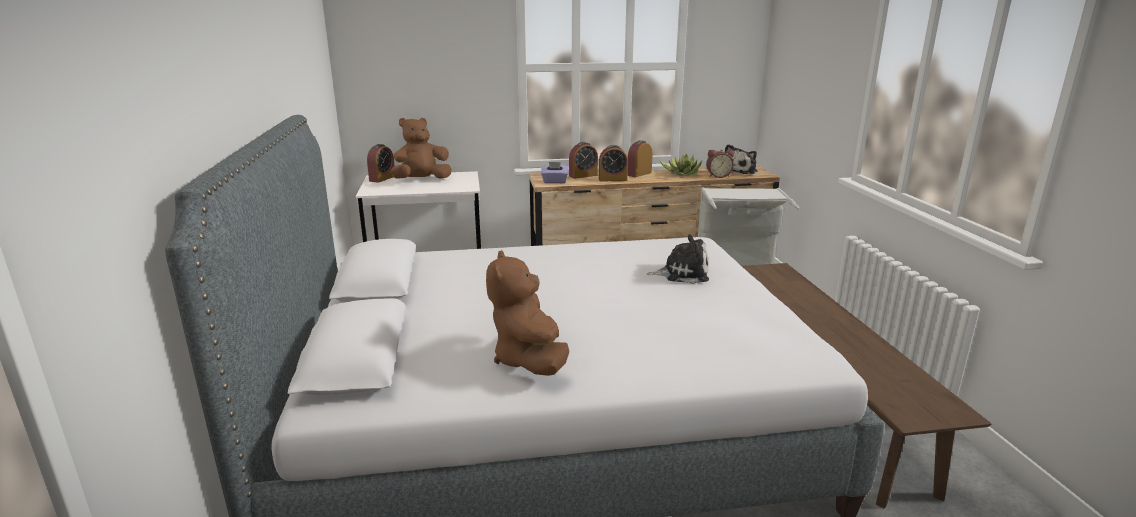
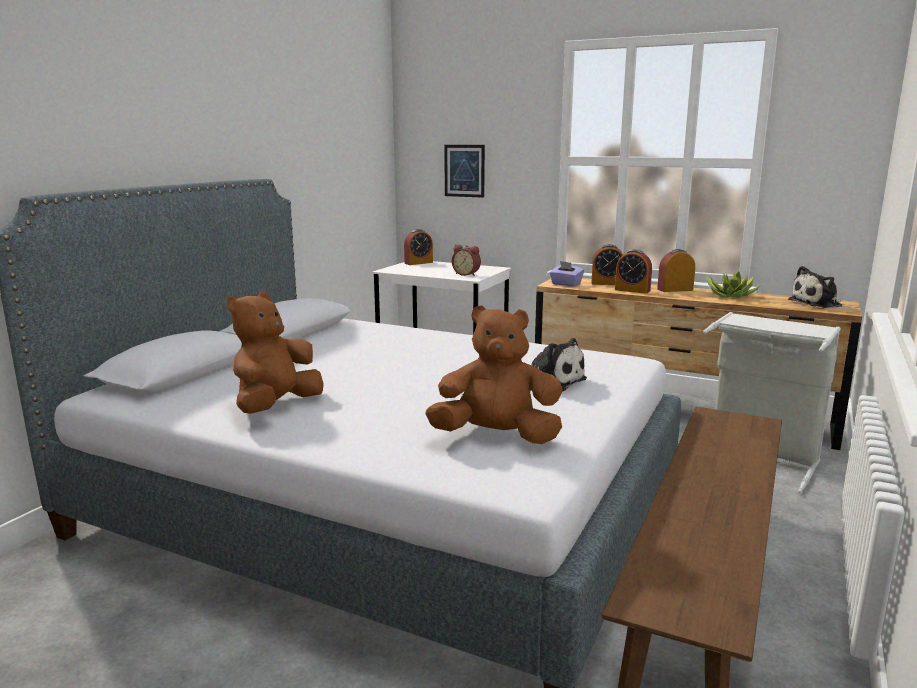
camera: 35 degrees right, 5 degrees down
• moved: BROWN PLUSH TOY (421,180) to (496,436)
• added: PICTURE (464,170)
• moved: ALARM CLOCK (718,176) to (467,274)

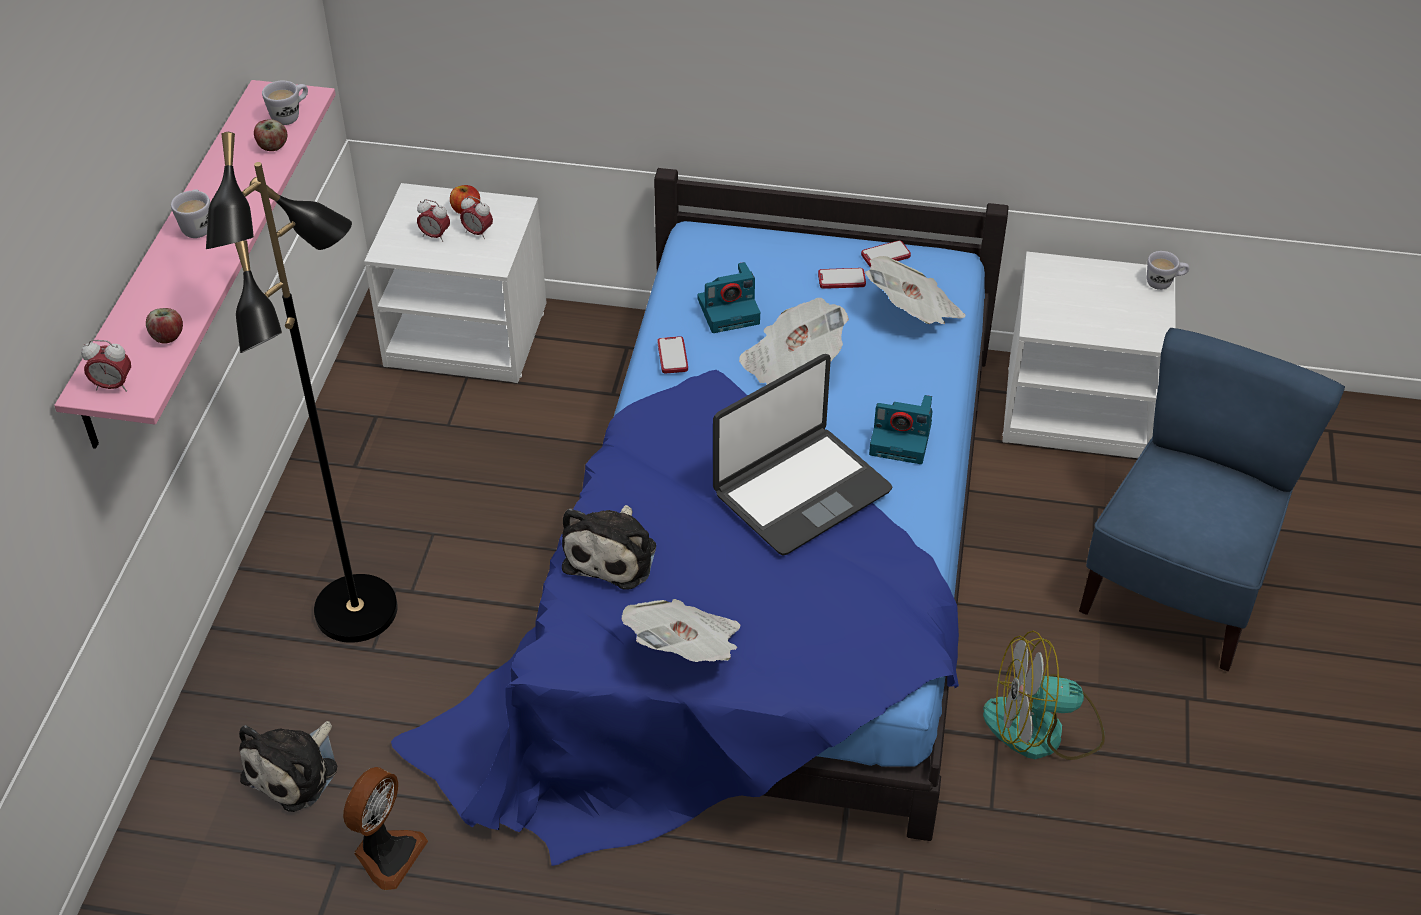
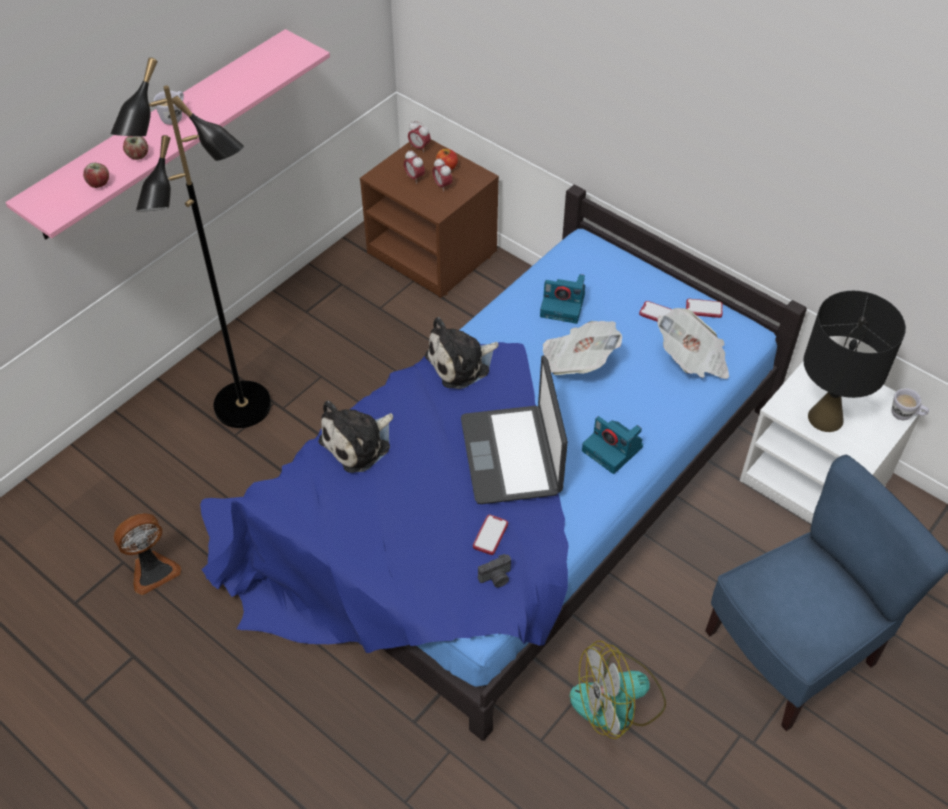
camera: 30 degrees right, 5 degrees up
• moved: APPLE (272,147) to (138,156)
• recoloured: WHITE NIGHTSTAND (468,335) to BROWN NIGHTSTAND (433,252)
• moved: ALARM CLOCK (113,386) to (419,147)
• moved: PLUSH TOY (295,770) to (461,363)
• turned: LAPTOP (800,491) = (512,455) 90 degrees clockwise
• moved: PHONE (672,356) to (490,535)
• added: PHOTO CAMERA (496,578)
• turned: FAN (1042,728) = (618,702) 45 degrees counterclockwise
• added: BLACK TABLE LAMP (825,417)
• removed: WHITE MUG (290,116)
• removed: NEWSPAPER (686,649)

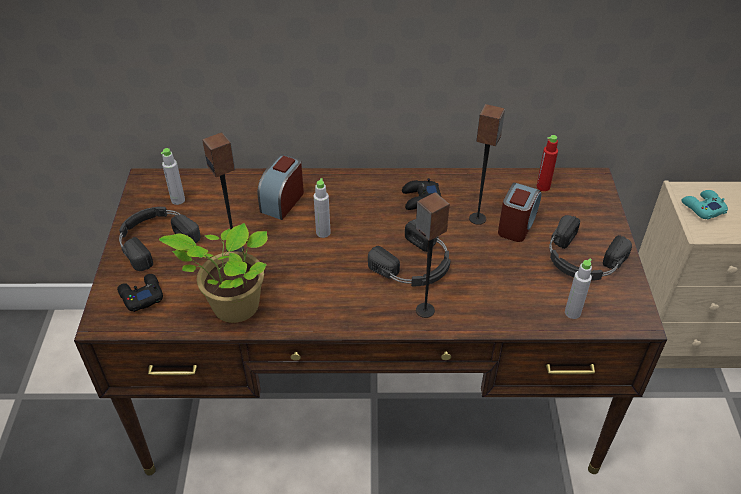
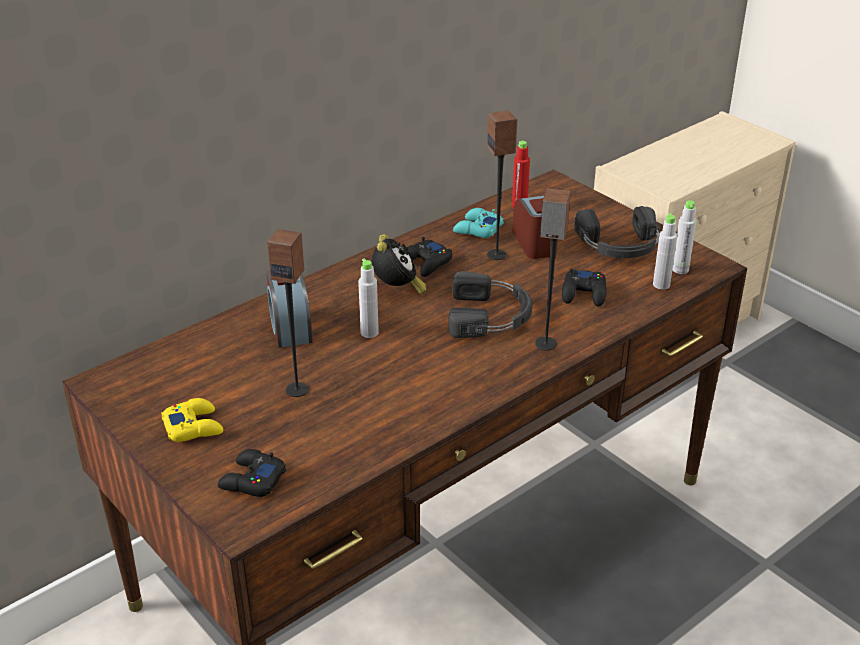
camera: 40 degrees left, 10 degrees down
• replaced: BLACK HEADPHONES (155,239) to YELLOW GAME CONTROLLER (193,426)
• added: ALARM CLOCK (397,289)
• moved: TURQUOISE GAME CONTROLLER (702,208) to (477,229)
• added: BLACK GAME CONTROLLER (584,293)
• moved: GREY BOTTLE (178,200) to (680,269)
• removed: POTTED PLANT (232,307)

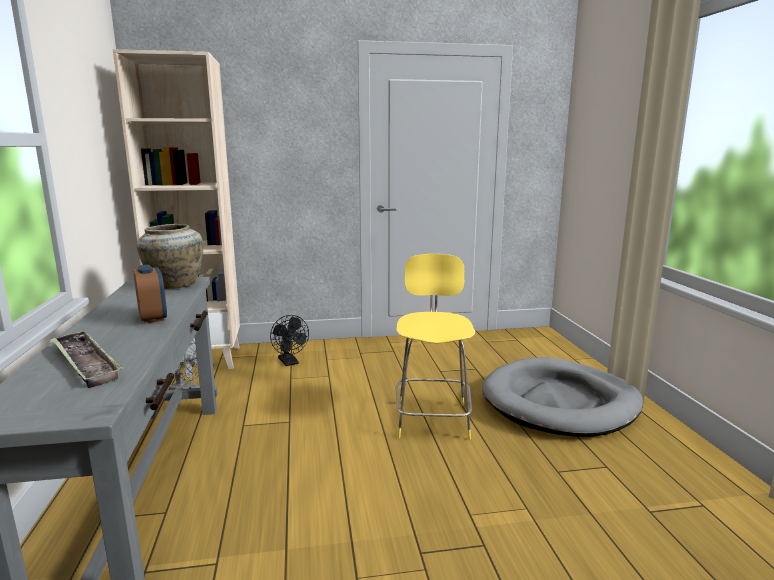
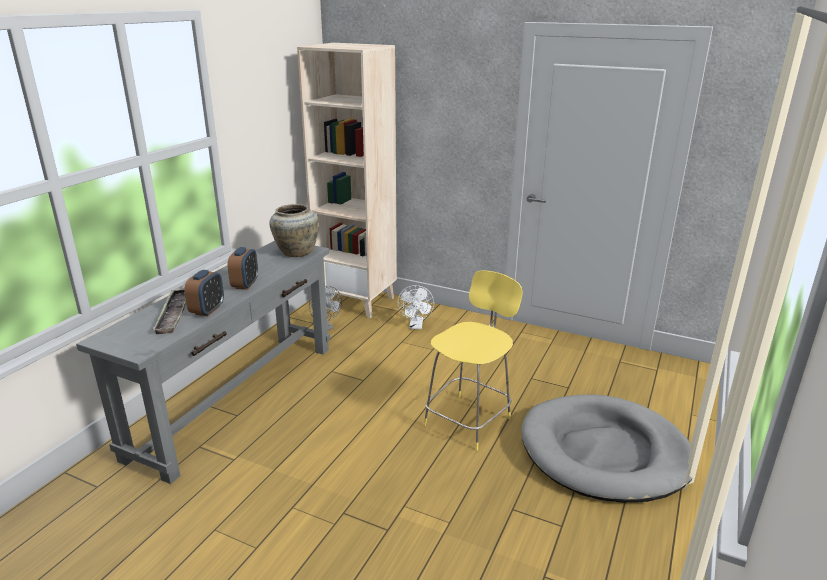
camera: 35 degrees right, 10 degrees up
• added: ALARM CLOCK (207,310)
• recoloured: BLACK FAN (290,362) to WHITE FAN (416,326)

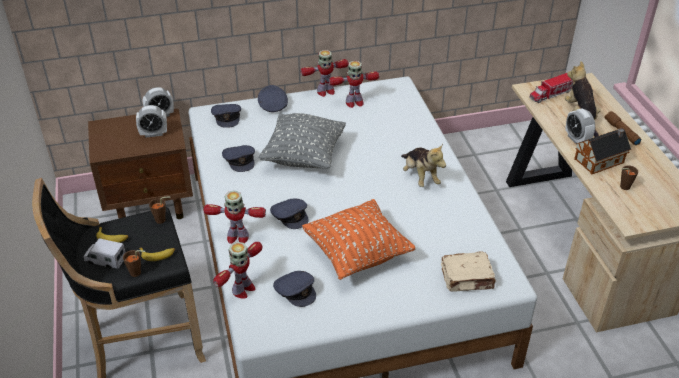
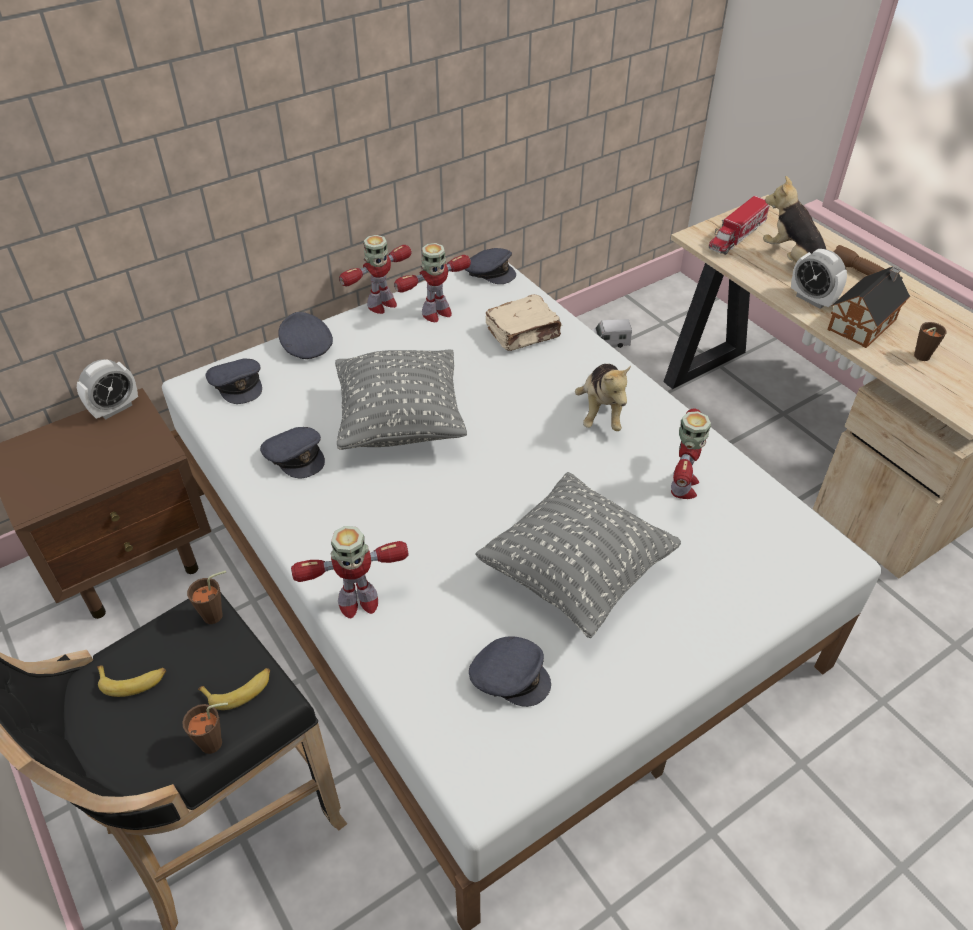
camera: 20 degrees left, 5 degrees up
• moved: GREY CAP (290,216) to (489,271)
• recoloured: ORANGE PILLOW (357,254) to GREY PILLOW (575,574)
• moved: BEIGE BOOK (467,279) to (524,333)
• turned: PLUSH TOY (420,176) = (601,411) 45 degrees clockwise
• moved: TOY TRUCK (105,260) to (609,342)
• moved: TOY ROBOT (243,290) to (682,486)
• removed: ALARM CLOCK (154,134)

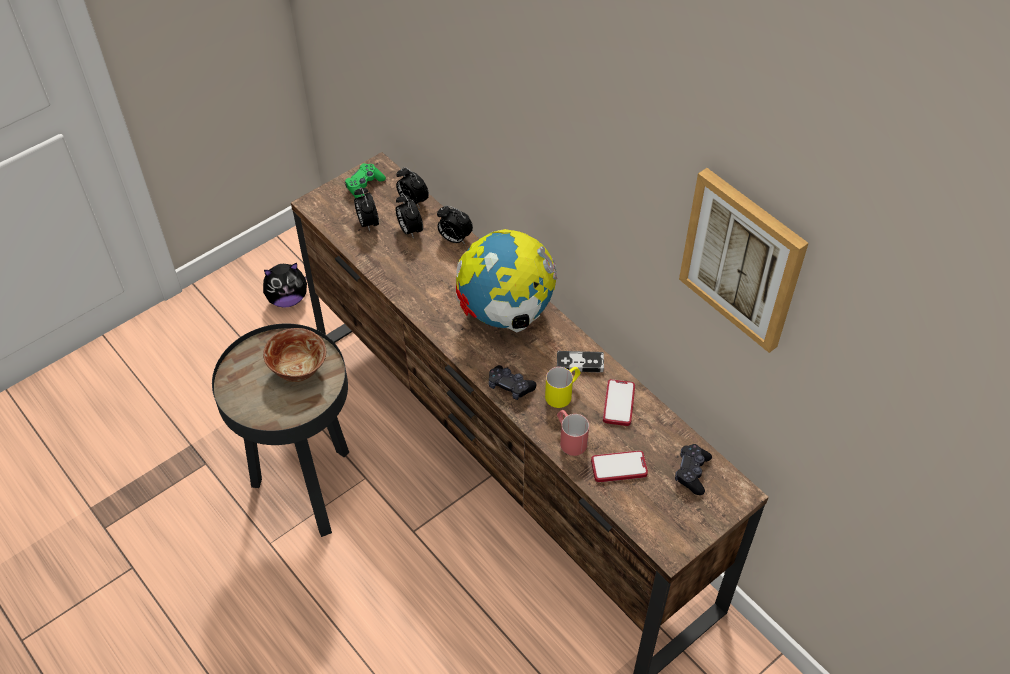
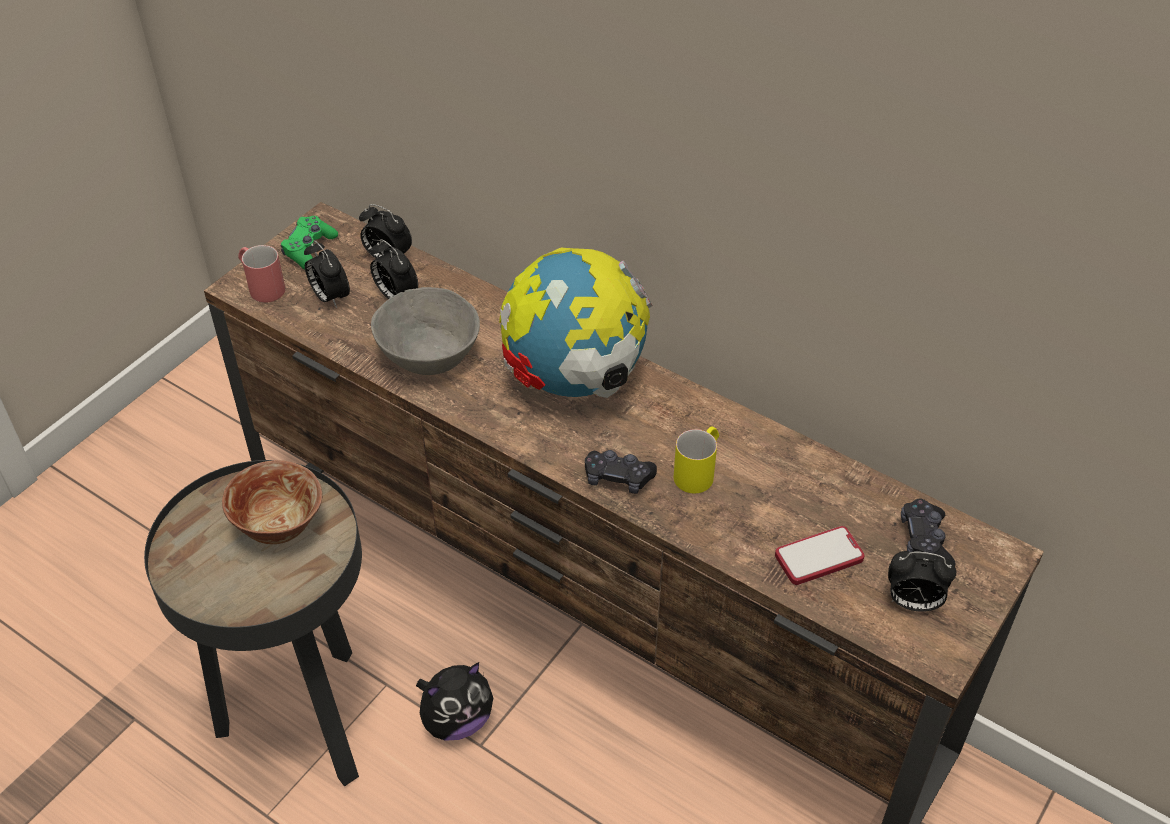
camera: 15 degrees left, 5 degrees down
• moved: RED MUG (569,439) to (262,286)
• added: GREY BOWL (430,356)
• moved: PLUSH TOY (287,299) to (456,720)
• moved: ALARM CLOCK (454,239) to (912,602)
• removed: GAME CONTROLLER (580,363)
• removed: PHONE (618,403)
• removed: PICTURE (743,259)

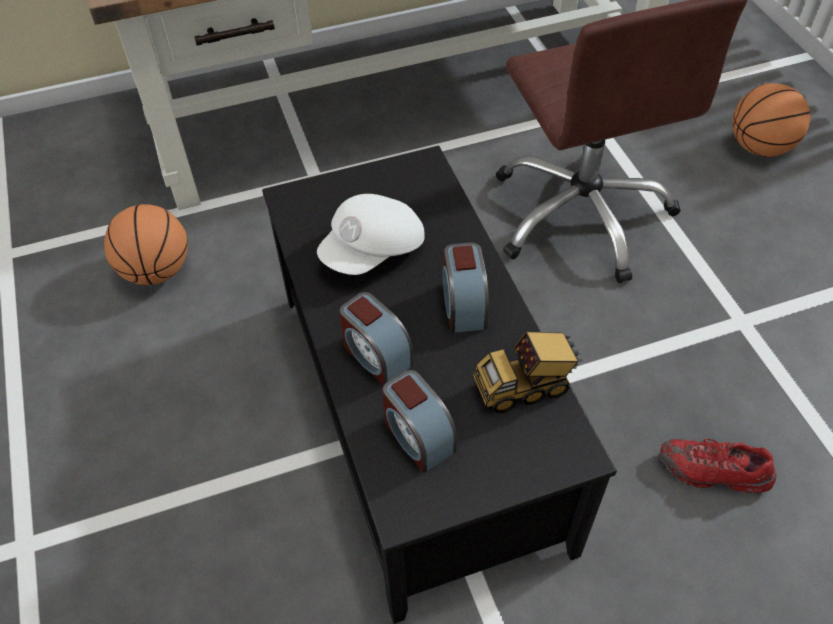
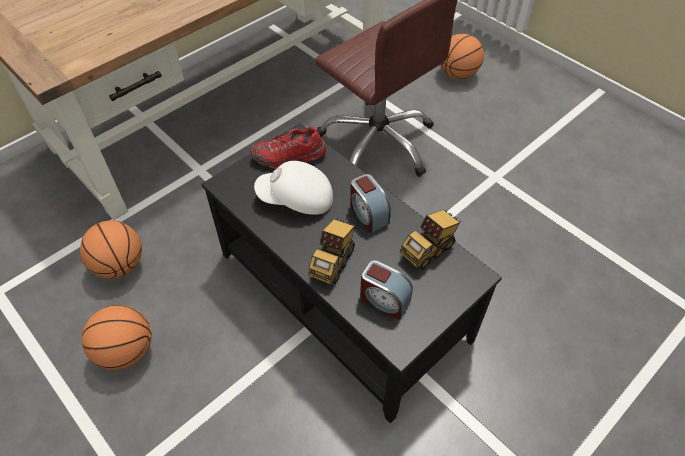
camera: 25 degrees left, 0 degrees up
• added: BASKETBALL (126,351)
• moved: RED SHOE (713,472) to (289,157)
• turned: WHITE CAP (374,251) = (296,200) 75 degrees clockwise
• replaced: ALARM CLOCK (376,355) to TOY TRUCK (333,261)

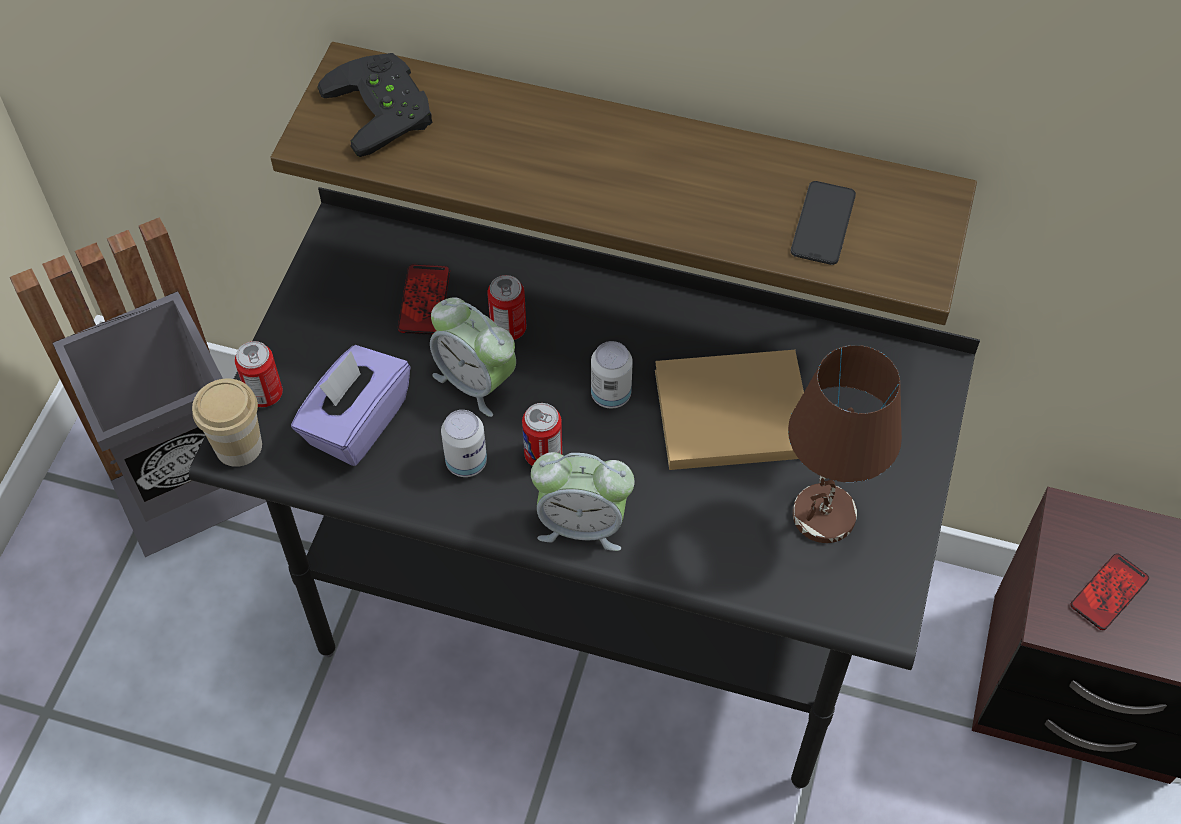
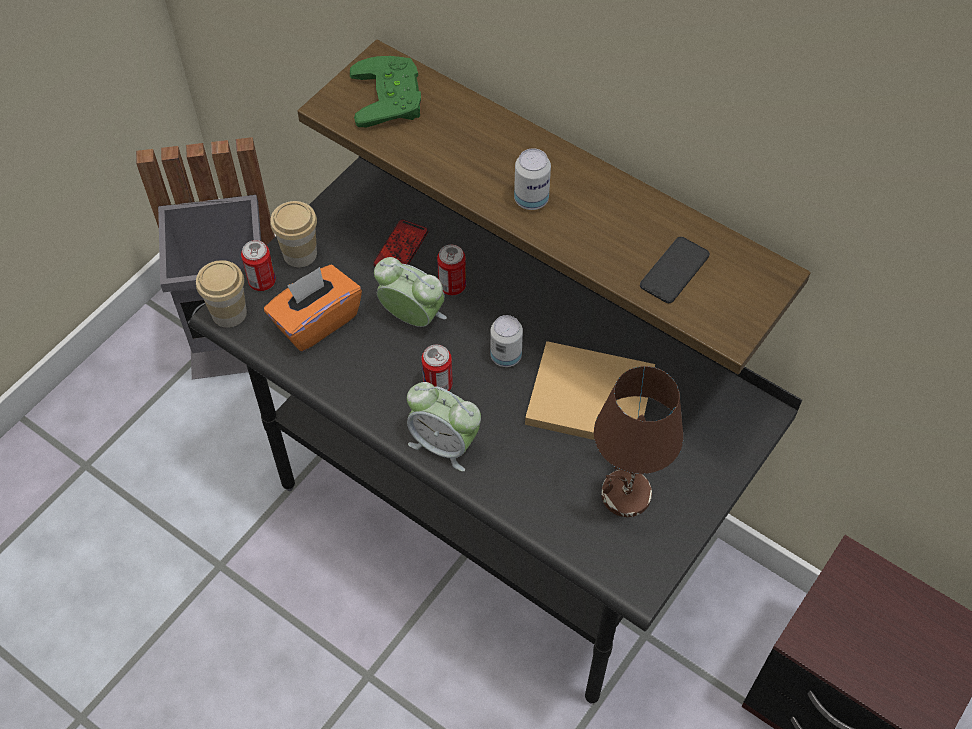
camera: 20 degrees right, 0 degrees up
• recoloured: PURPLE TISSUE BOX (356,423) to ORANGE TISSUE BOX (316,321)
• added: CUP (300,253)
• recoloured: BLACK GAME CONTROLLER (386,108) to GREEN GAME CONTROLLER (392,97)
• turned: ALARM CLOCK (475,381) = (412,317) 150 degrees clockwise
• moved: CAN (466,462) to (531,199)
• removed: PHONE (1109,592)

